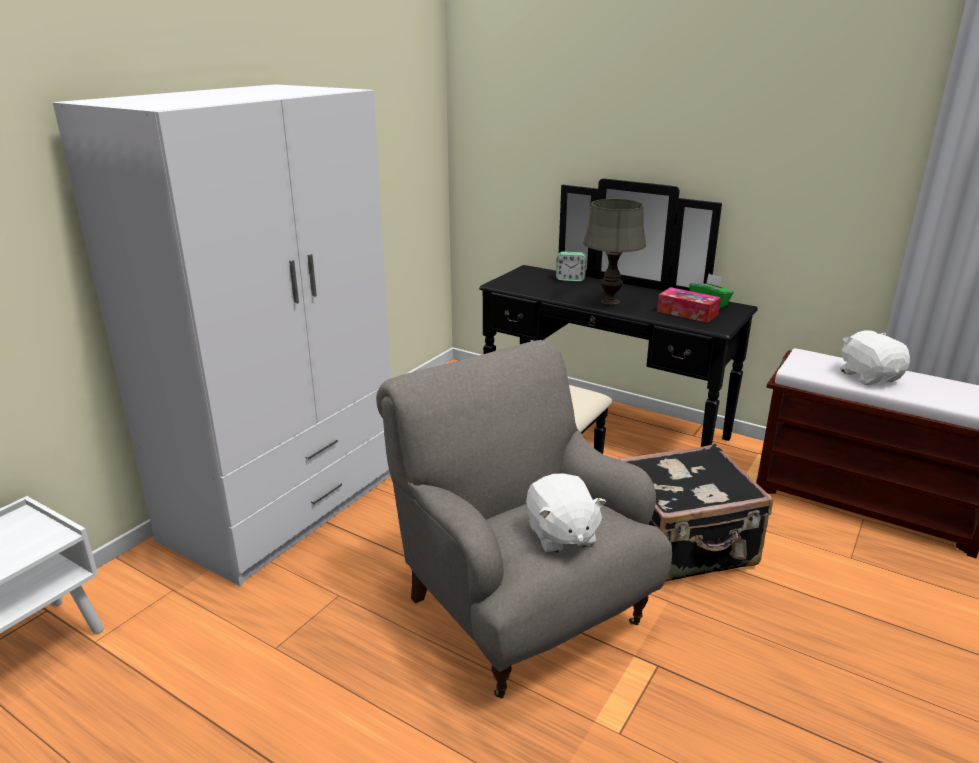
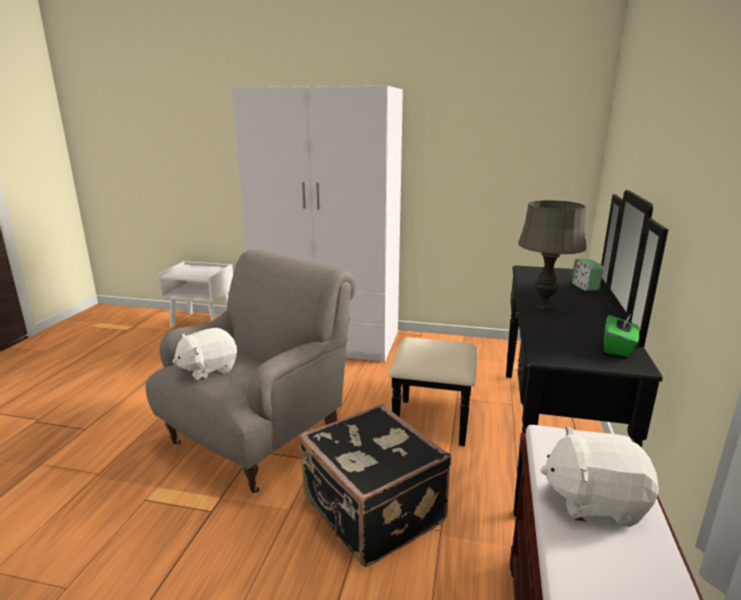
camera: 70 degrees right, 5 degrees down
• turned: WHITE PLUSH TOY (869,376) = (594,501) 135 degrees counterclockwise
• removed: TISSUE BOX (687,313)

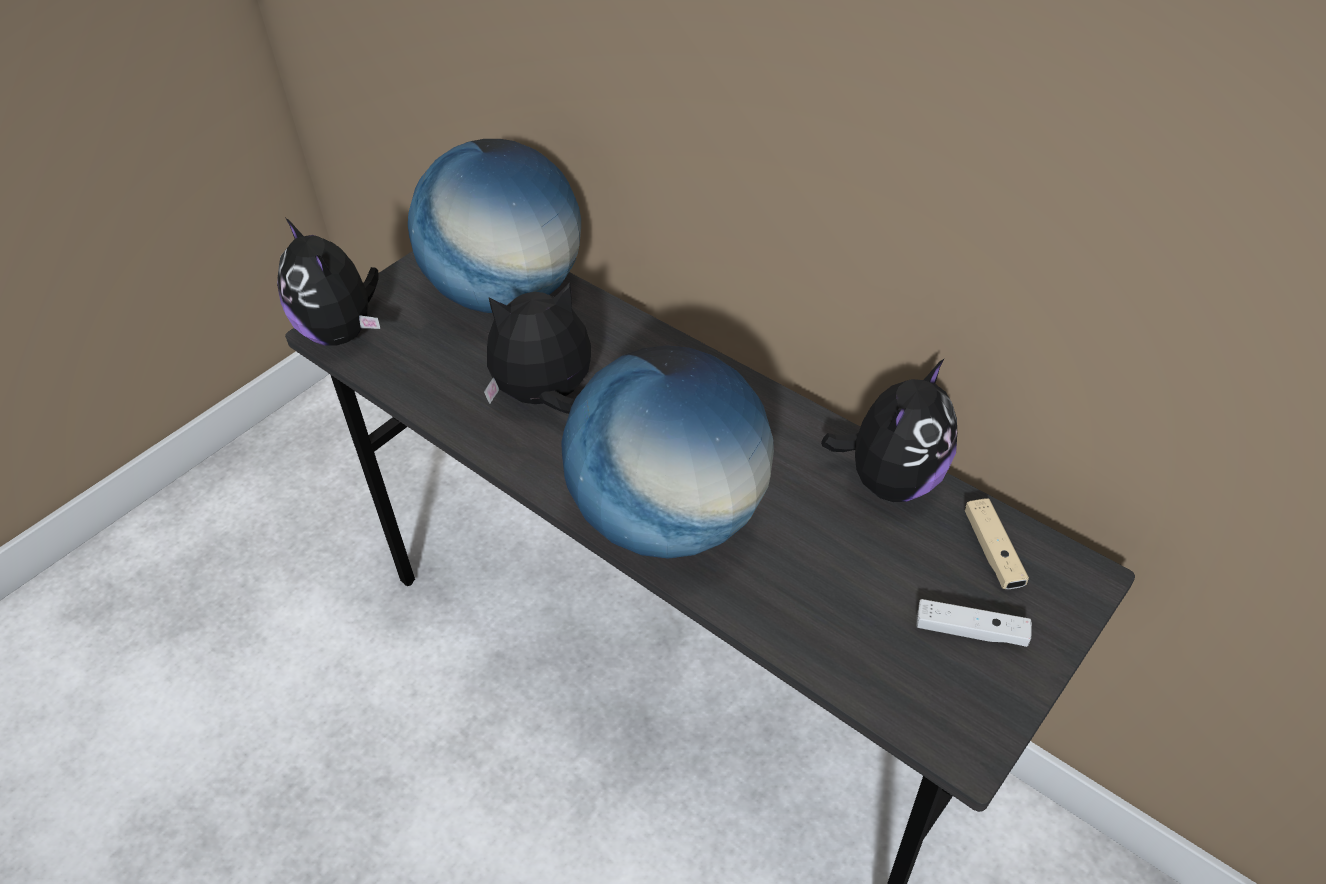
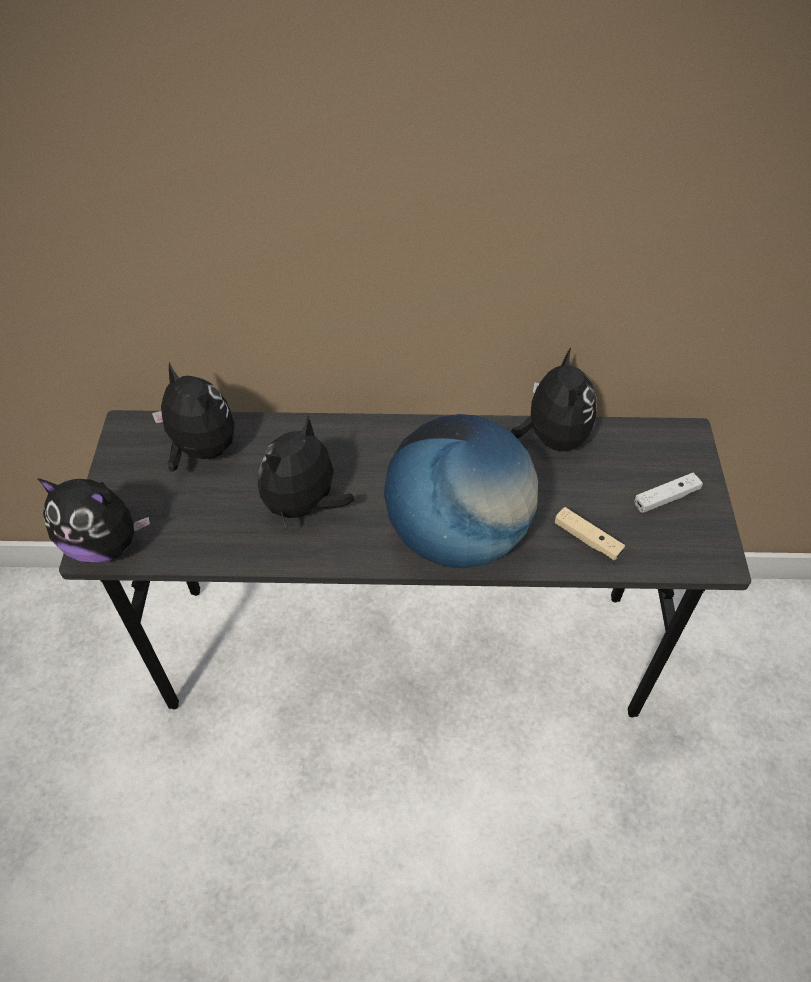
camera: 40 degrees left, 5 degrees up
• replaced: GLOBE (506,293) to PLUSH TOY (201,450)
• moved: BEIGE GAME CONTROLLER (992,551) to (587,539)

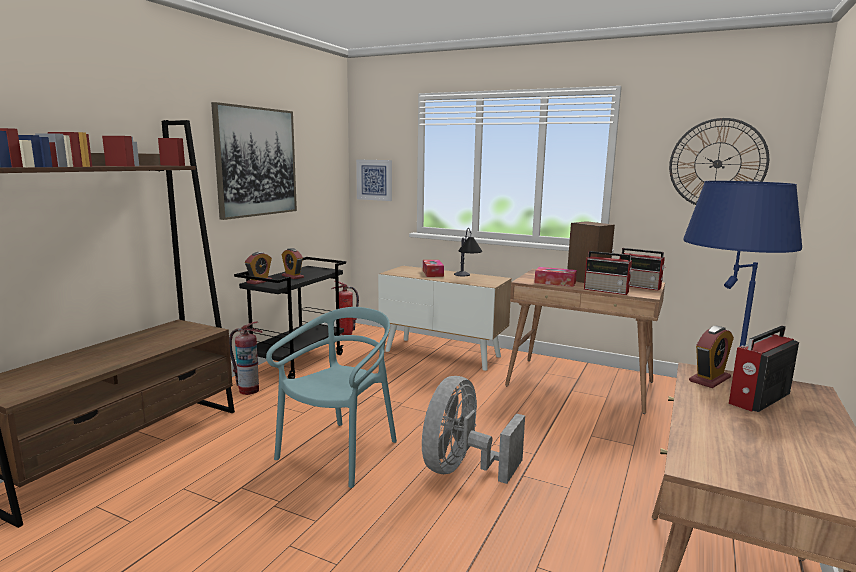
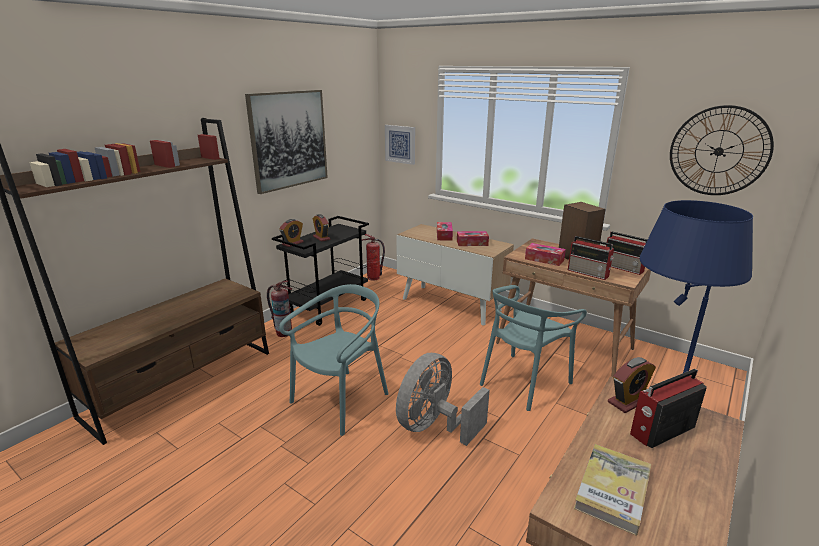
camera: 10 degrees right, 10 degrees up
• replaced: TABLE LAMP (466,278) to TISSUE BOX (472,243)
• added: TURQUOISE CHAIR (523,382)
• added: BOOK (613,490)

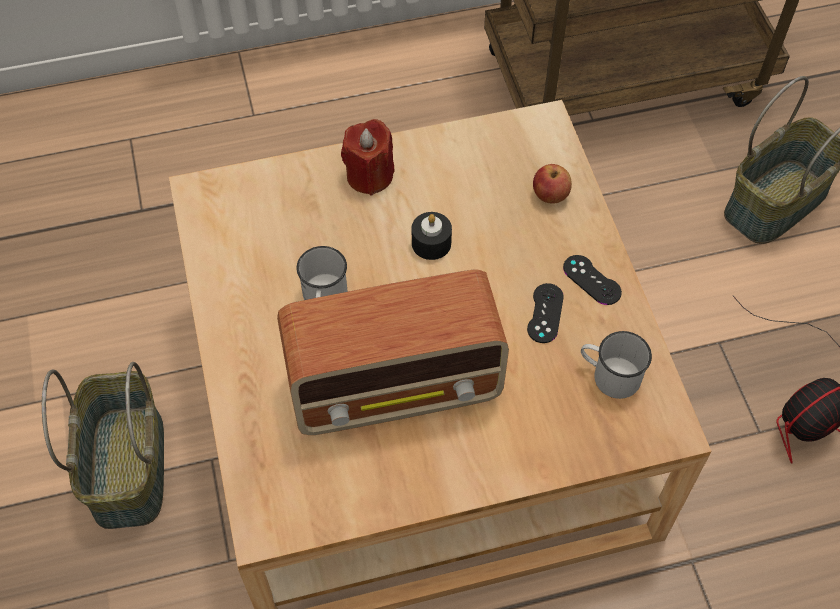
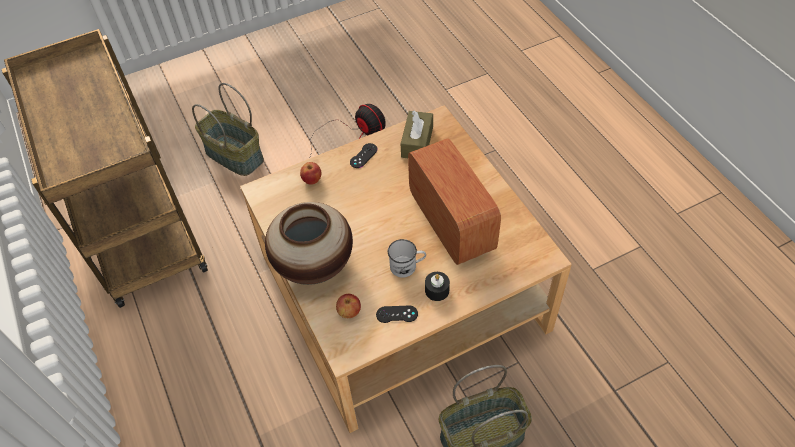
camera: 100 degrees left, 5 degrees down
• replaced: RED CANDLE (369,175) to VASE (314,265)
• added: APPLE (349,312)
• moved: BLACK GAME CONTROLLER (545,313) to (397,314)
• replaced: WHITE MUG (609,375) to BROWN TISSUE BOX (417,142)
• moved: BLACK CANDLE (431,243) to (437,290)

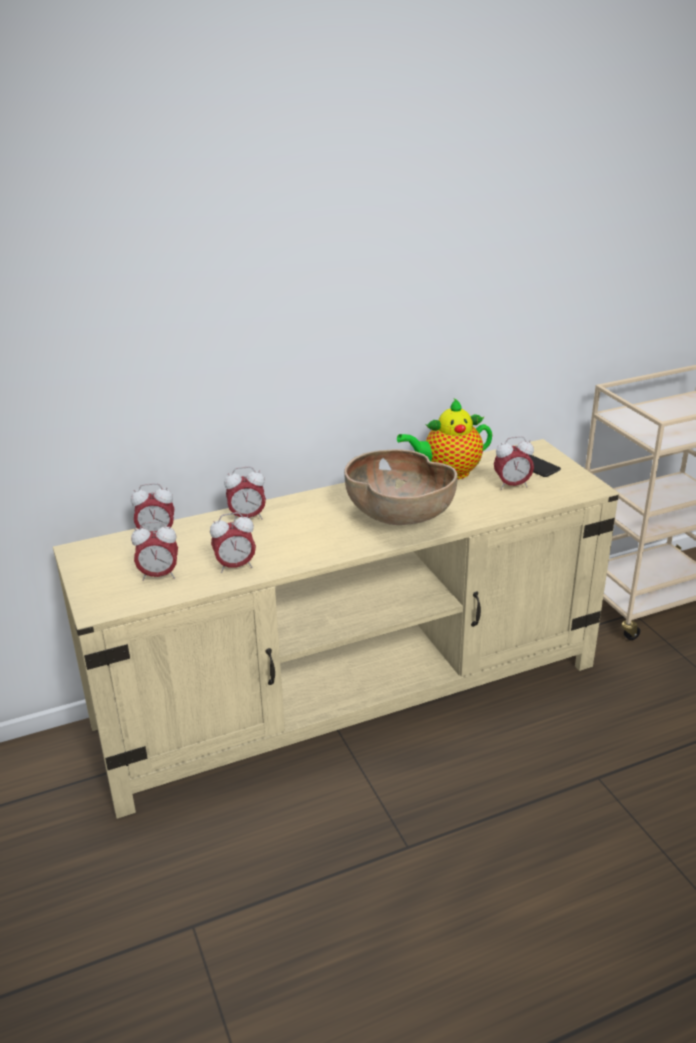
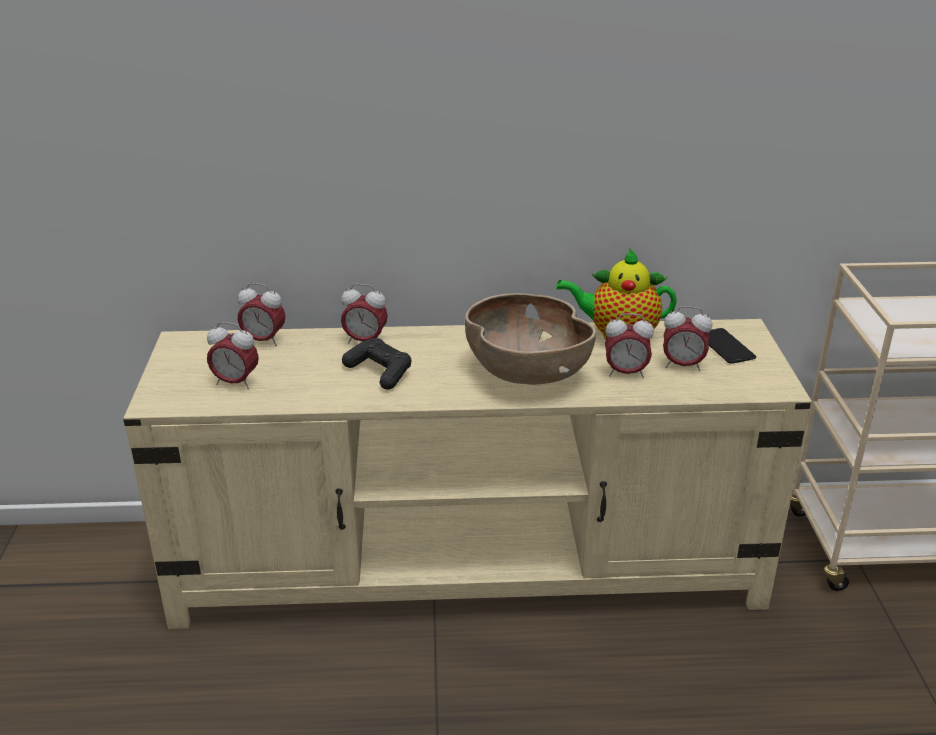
camera: 20 degrees right, 0 degrees up
• added: BLACK GAME CONTROLLER (379,372)
• moved: ALARM CLOCK (235,566) to (625,373)

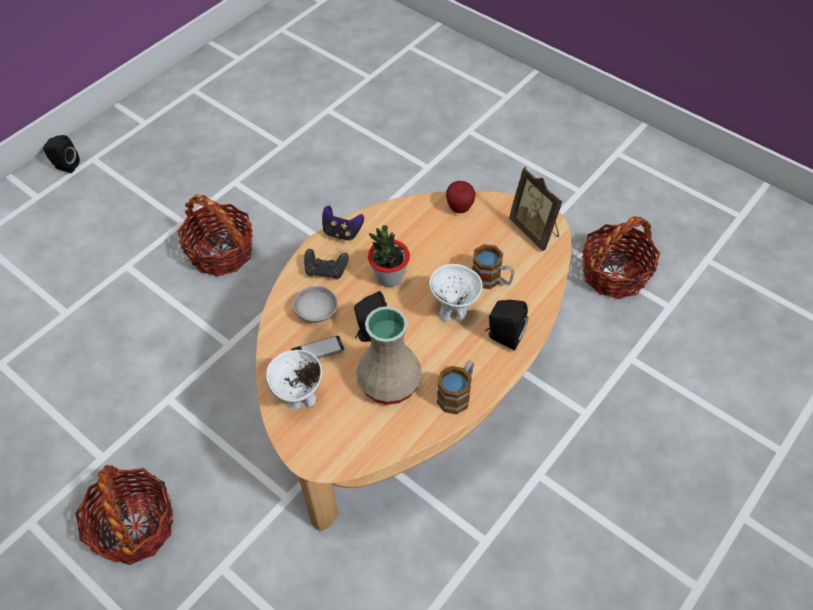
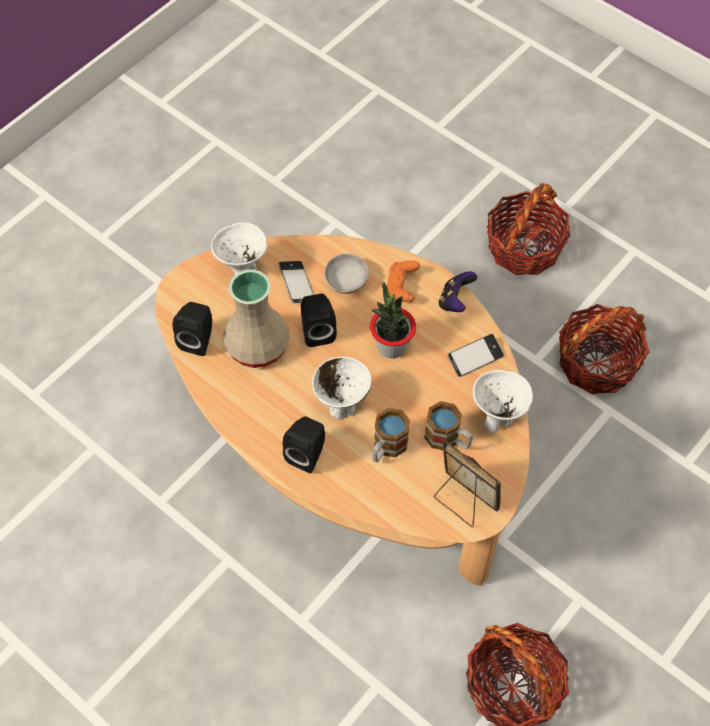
camera: 90 degrees right, 5 degrees up
• moved: BLACK SPEAKER (65,166) to (198,339)
• recoloured: BLACK GAME CONTROLLER (326,270) to ORANGE GAME CONTROLLER (401,288)
• moved: MUG (457,394) to (448,439)
• turned: PICTURE FRAME (535,231) = (463,501) 75 degrees clockwise
• added: PHONE (475,358)
• replaced: APPLE (459,208) to WHITE BOWL (497,420)
• moved: BASKET (134,526) to (597,362)

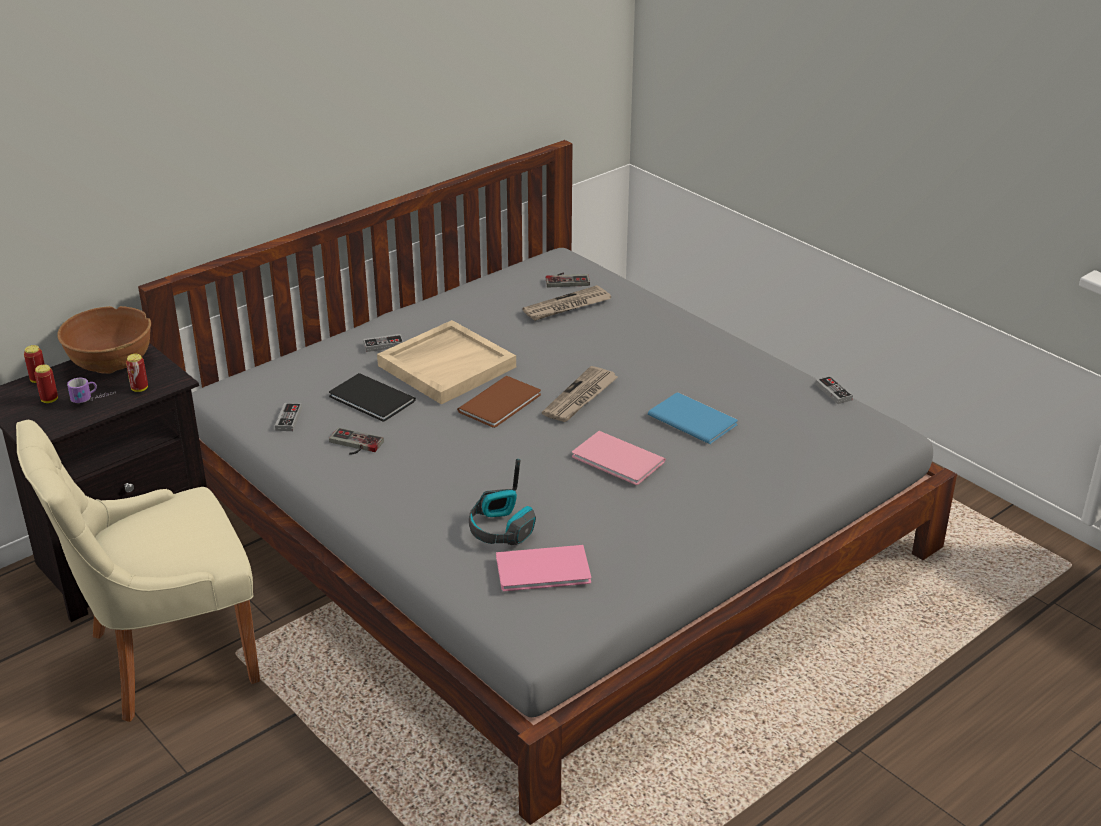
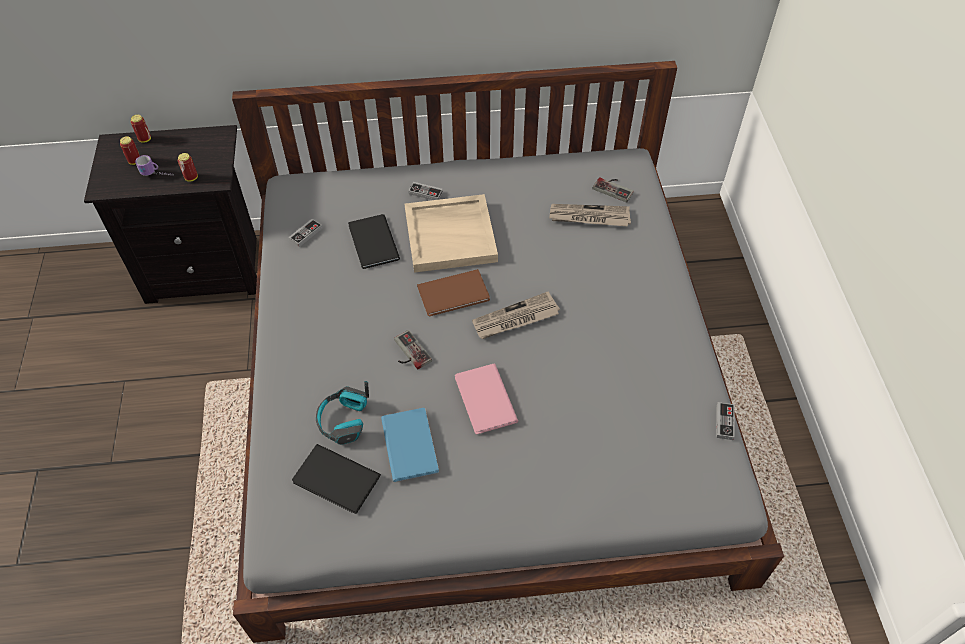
camera: 35 degrees right, 20 degrees up
• recoloured: PINK BOOK (546,571) to BLACK BOOK (337,481)
• moved: BLUE BOOK (692,418) to (411,442)
• moved: GAME CONTROLLER (353,445) to (408,353)
• removed: BEIGE CHAIR (166,658)
• removed: BROWN BOWL (111,363)

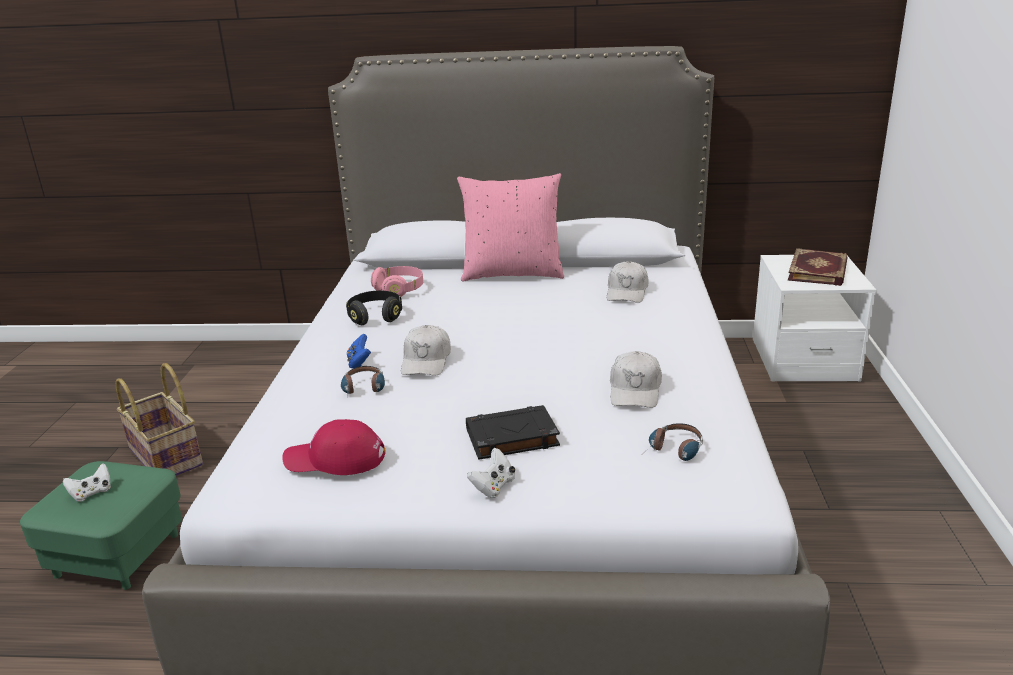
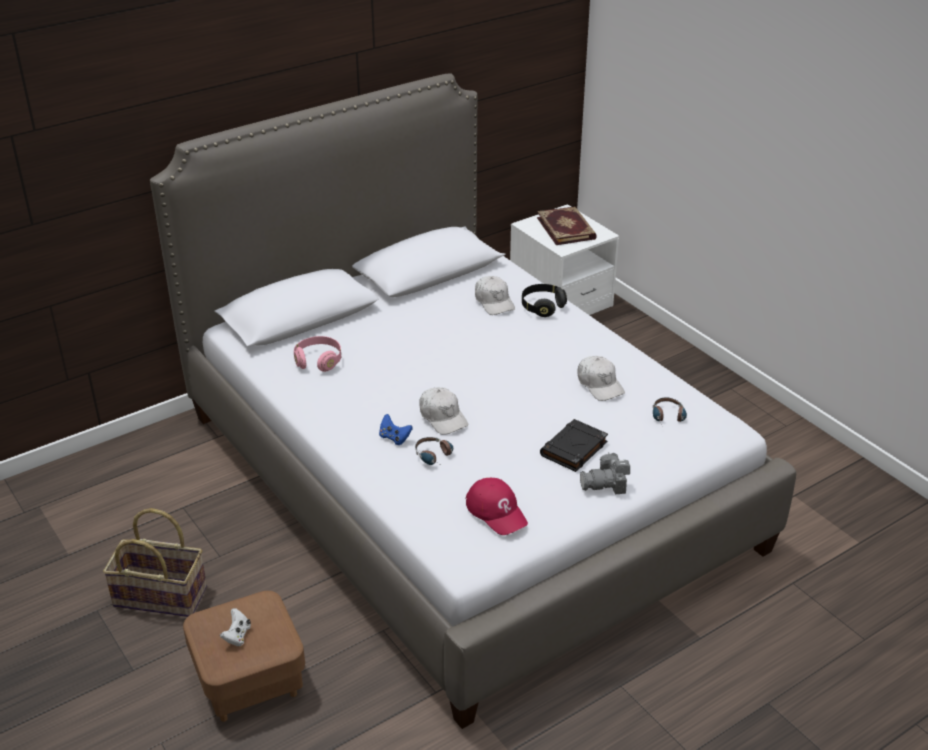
camera: 40 degrees left, 10 degrees up
• recoloured: GREEN OTTOMAN (118,555) to BROWN OTTOMAN (249,680)
• turned: RED CAP (335,459) = (497,511) 90 degrees counterclockwise
• moved: BLACK HEADPHONES (375,317) to (542,307)
• replaced: WHITE GAME CONTROLLER (493,487) to PHOTO CAMERA (606,484)
• removed: PINK PILLOW (512,273)

